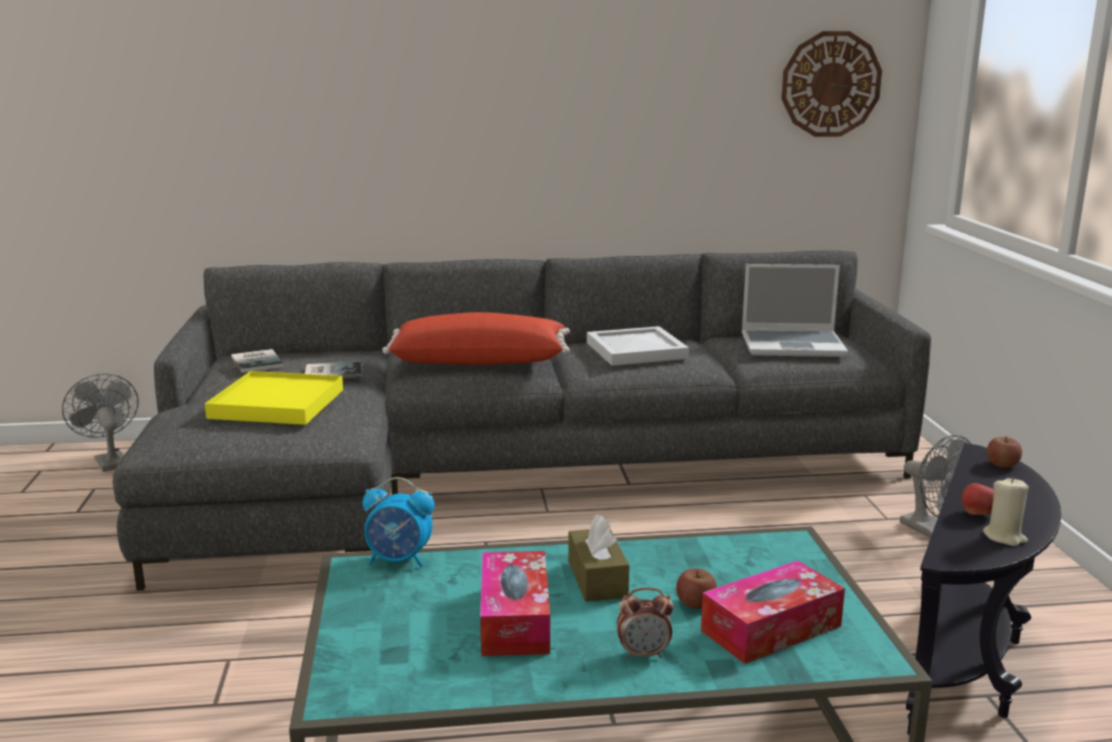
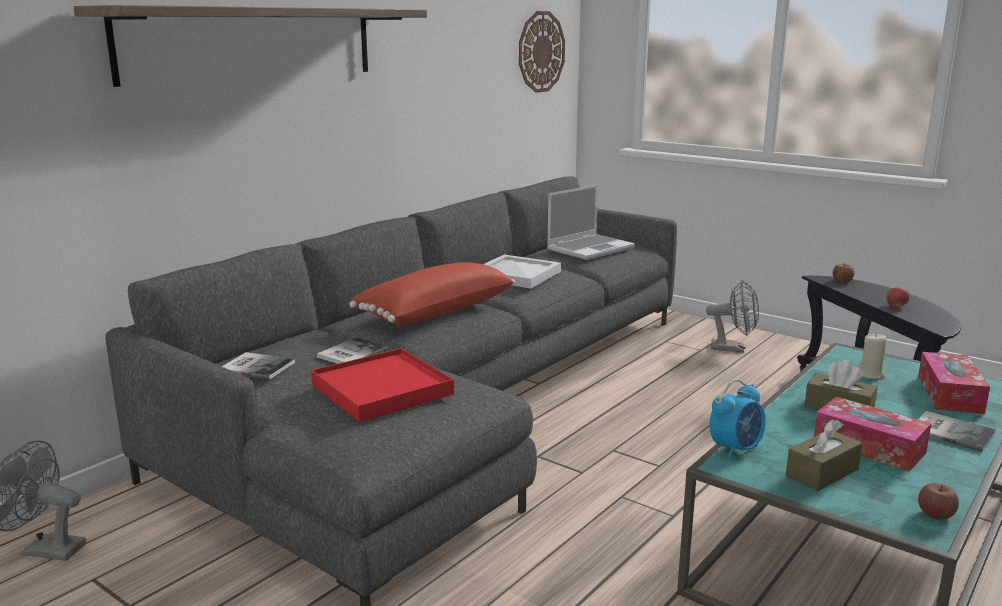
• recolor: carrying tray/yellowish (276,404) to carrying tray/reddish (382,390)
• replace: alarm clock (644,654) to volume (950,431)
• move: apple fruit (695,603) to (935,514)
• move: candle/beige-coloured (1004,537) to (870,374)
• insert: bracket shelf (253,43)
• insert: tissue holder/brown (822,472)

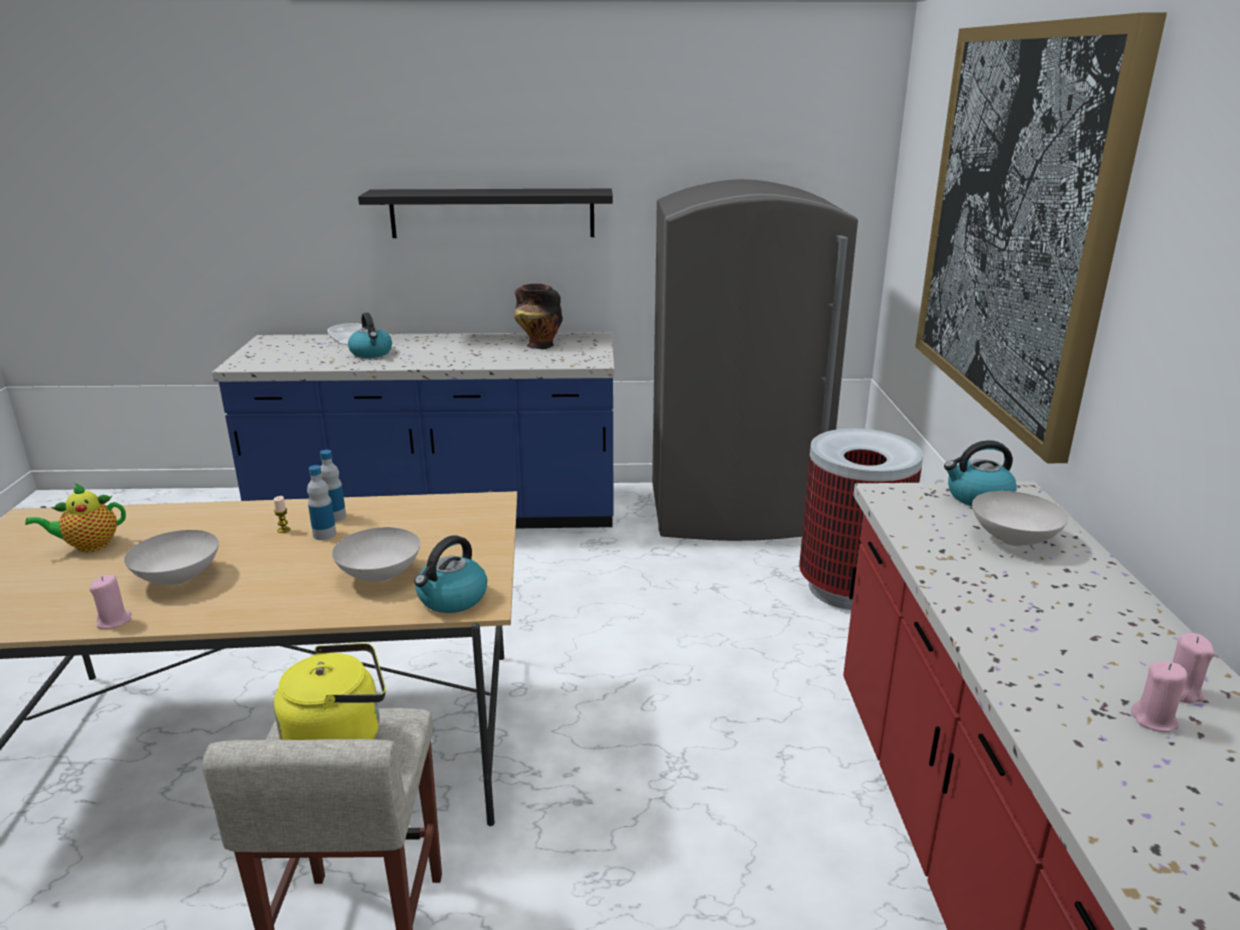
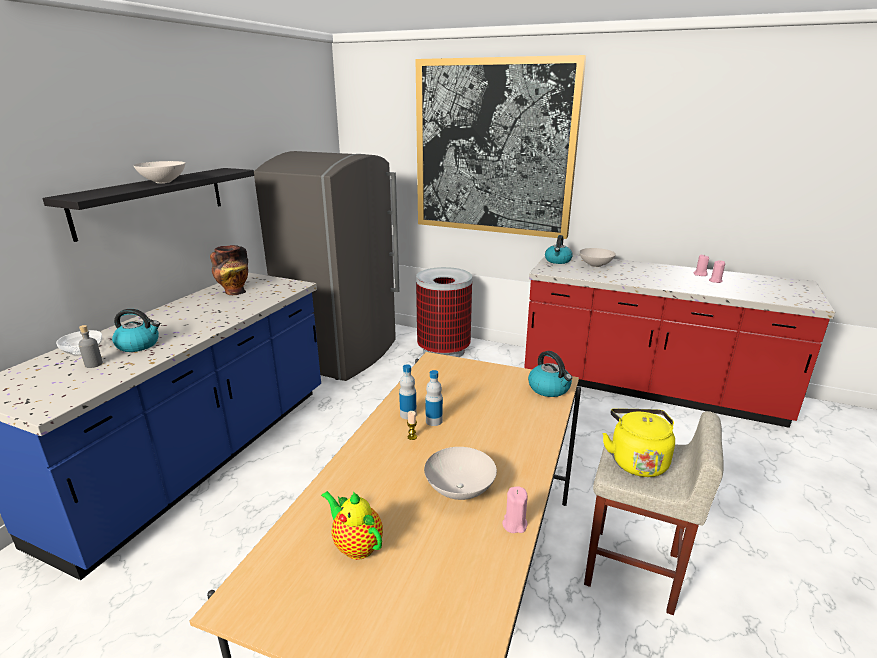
• rotate: tea pot (89,546) = (356,545) 135 degrees clockwise
• move: bowl/white-coloured (381,575) to (163,182)
• insert: bottle/gray (94,364)

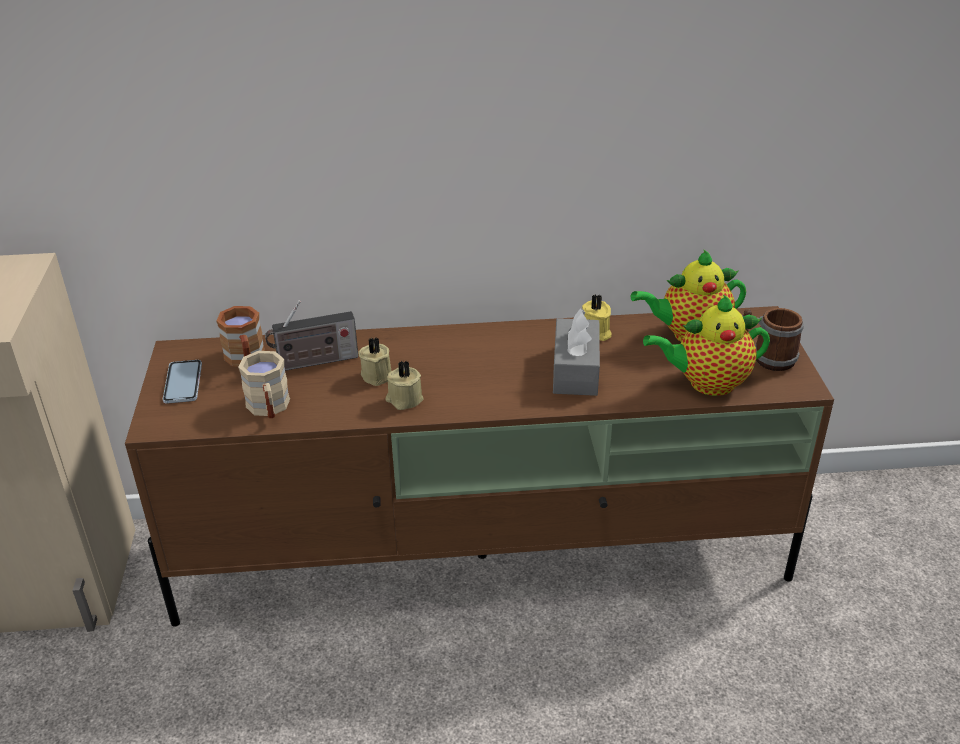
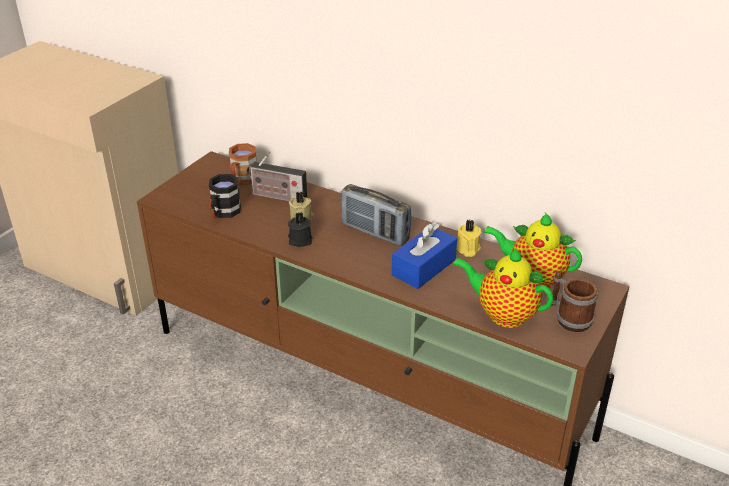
• delete: telephone (183,382)
• recolor: tea mug/beige-coloured (269,409) to tea mug/blackish (223,213)
• recolor: candle/beige-coloured (404,399) to candle/blackish (300,240)
• recolor: tissue holder/gray (575,370) to tissue holder/blue (424,267)
• insert: radio (375,232)

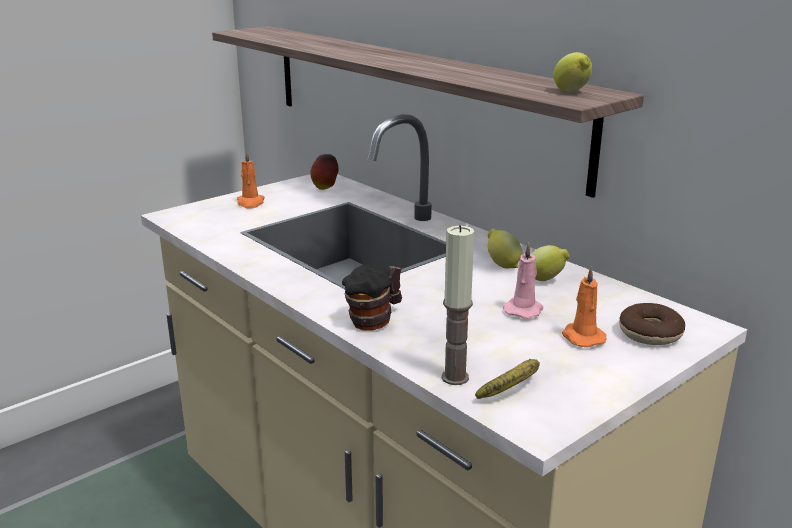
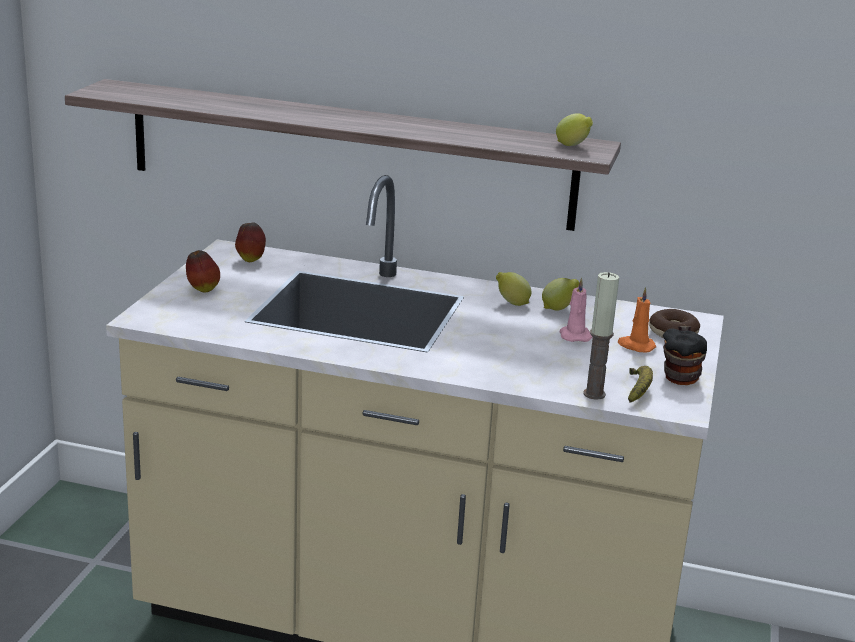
• replace: candle/orangey (250,203) to apple fruit (202,290)
• move: tea mug (375,320) to (680,375)

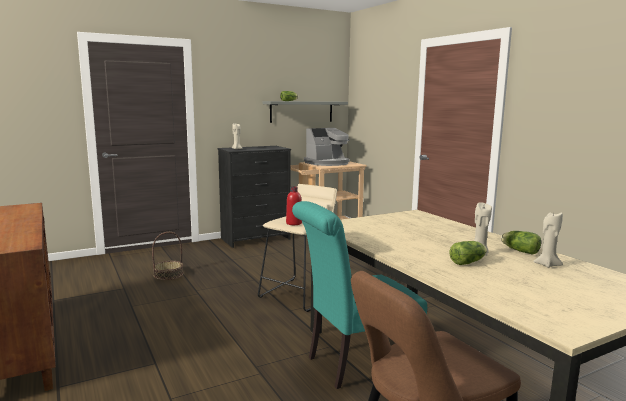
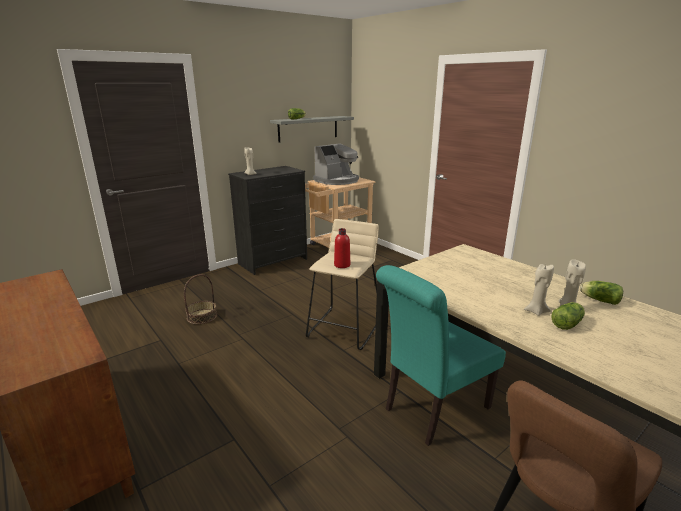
• move: candle/beige-coloured (547,265) to (536,311)

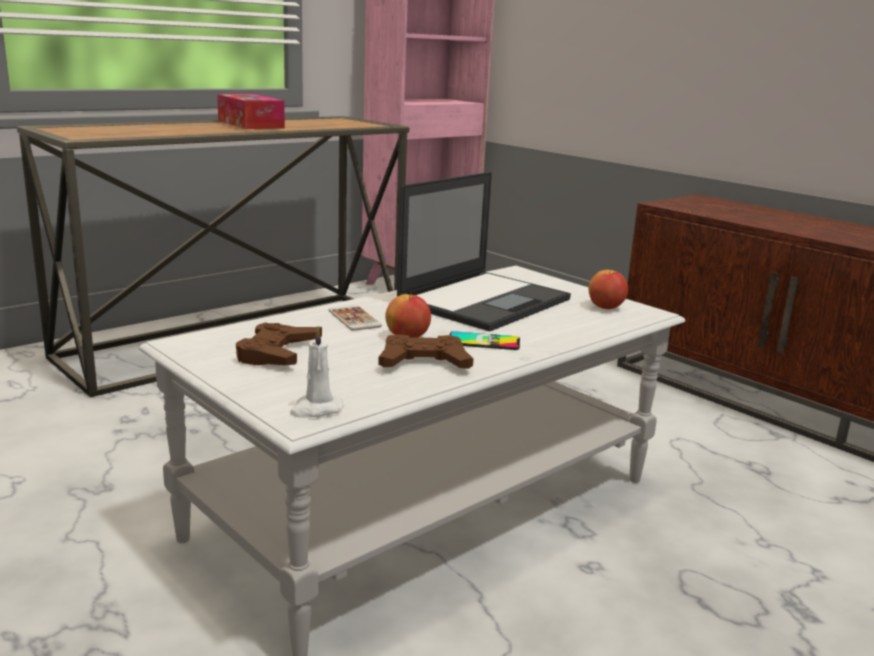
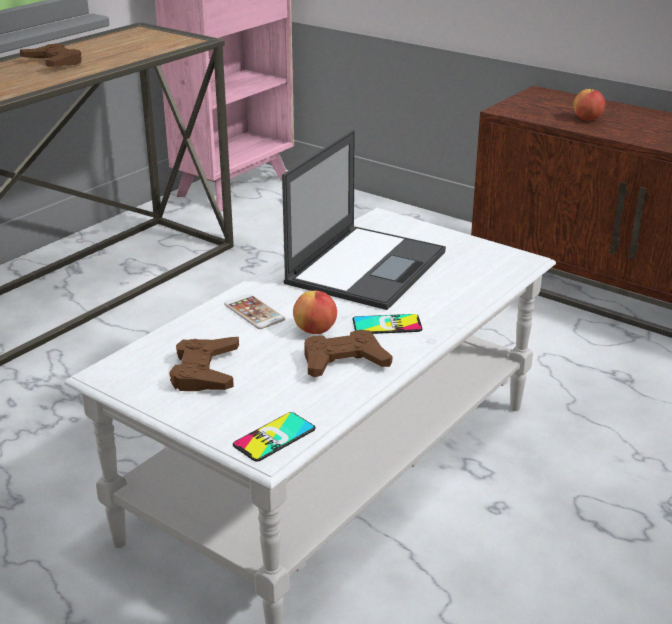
• replace: tissue holder (250,124) to joypad/brown (54,62)
• replace: candle/white-coloured (315,409) to telephone (274,437)
• move: apple fruit (605,307) to (587,119)

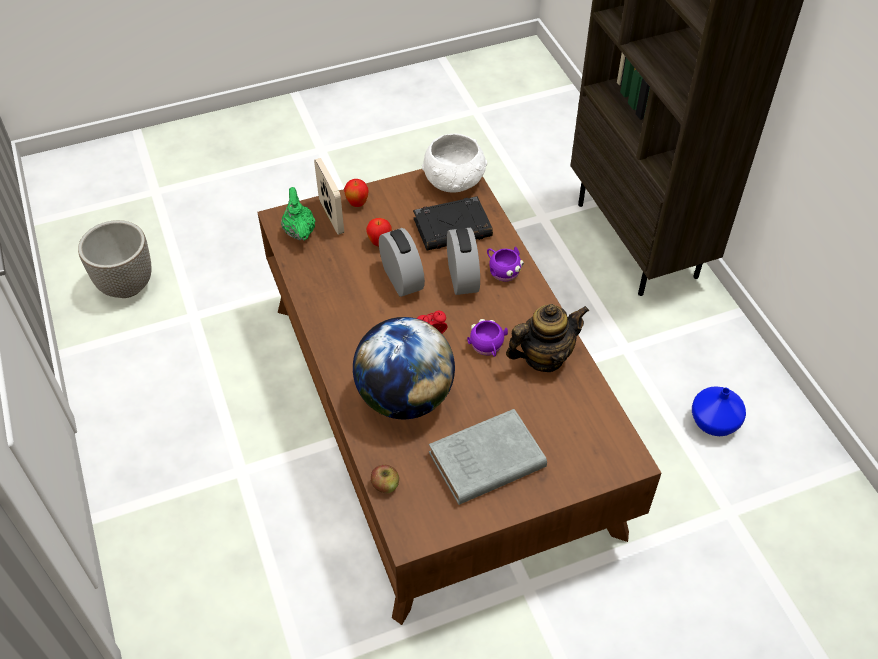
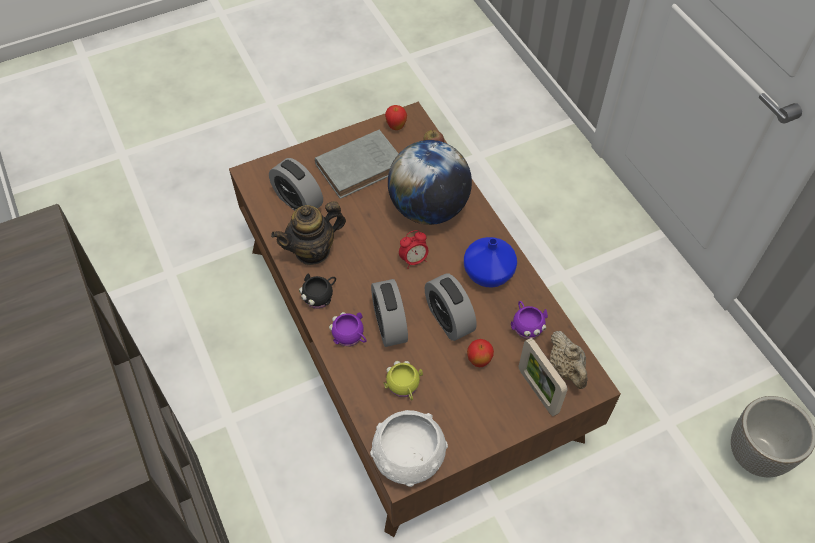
• recolor: tea pot/green-coloured (299,231) to tea pot/beige-coloured (566,369)
• move: apple fruit (357,204) to (396,127)
• replace: volume/blackish (453,228) to tea mug/yellowish (404,387)
• move: tea mug/purple-coloured (487,347) to (526,325)
• move: decorative vase/blue (714,421) to (488,274)
• insert: alarm clock (298,202)
• insert: tea mug/blackish (320,296)

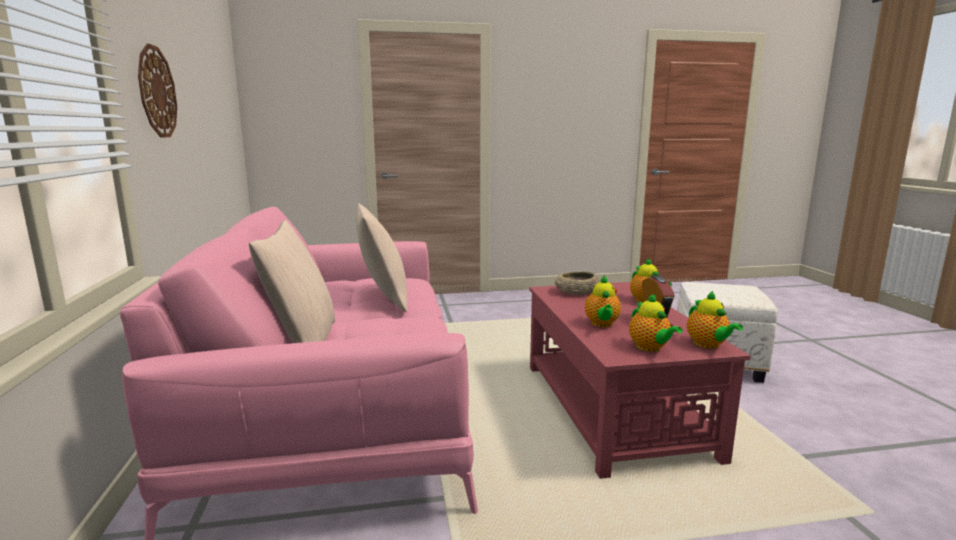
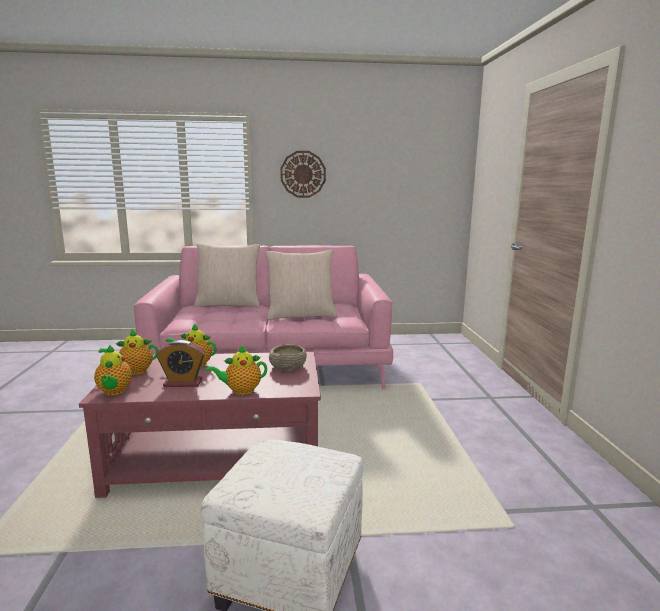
• rotate: tea pot (708,345) = (114,392) 90 degrees counterclockwise

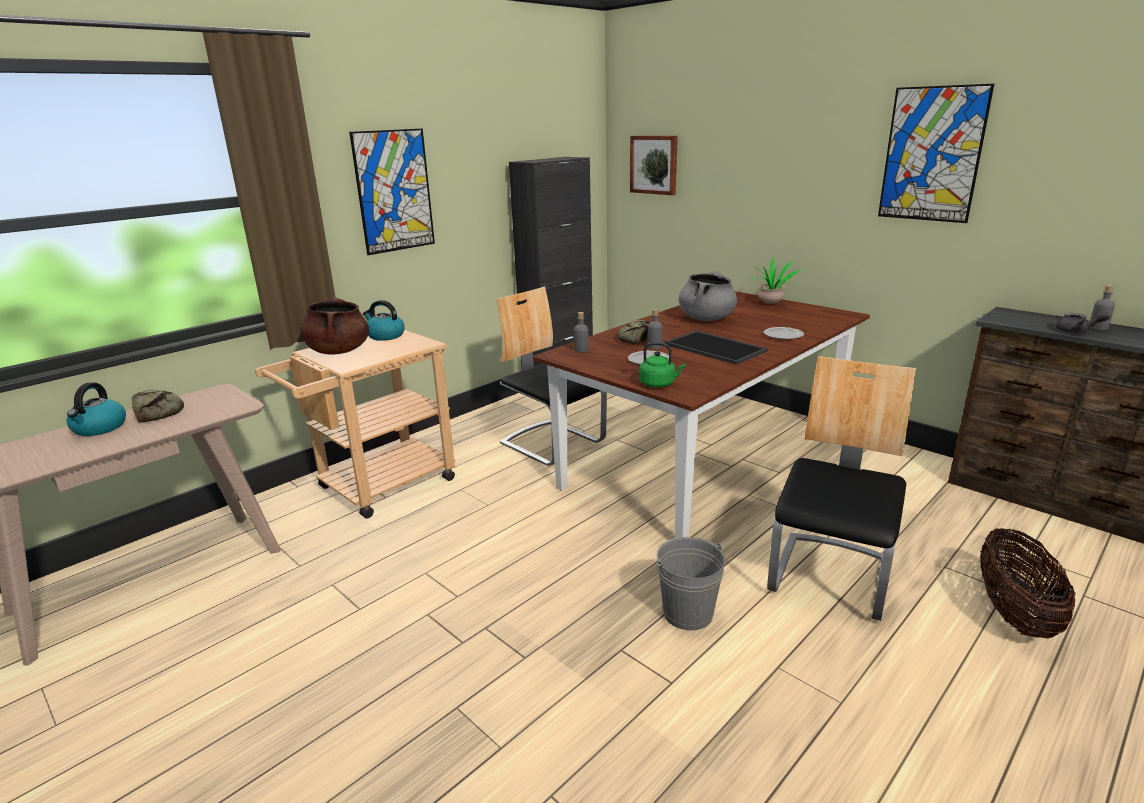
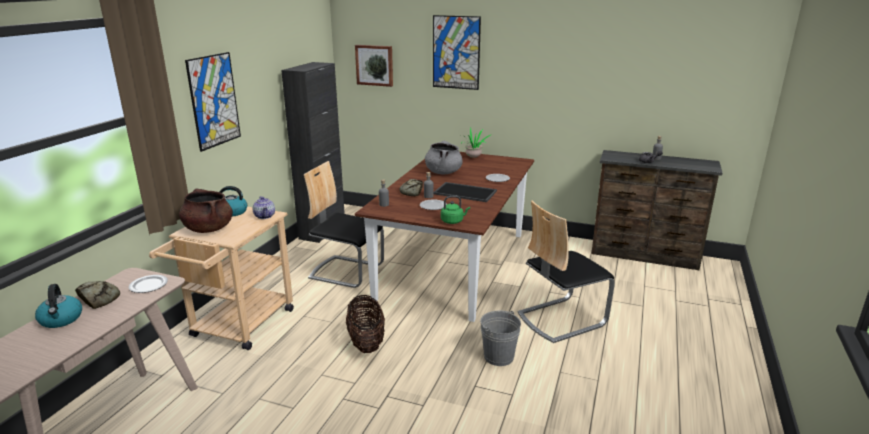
• rotate: upright chair (831,576) = (560,318) 120 degrees counterclockwise
• move: picture (932,154) to (456,52)
• move: storage basket (1014,613) to (366,342)
• insert: dinner plate (149,285)
• insert: tea pot (265,216)

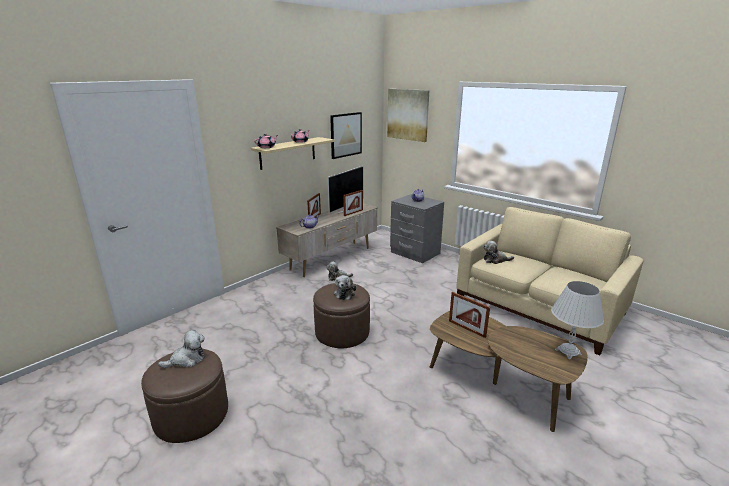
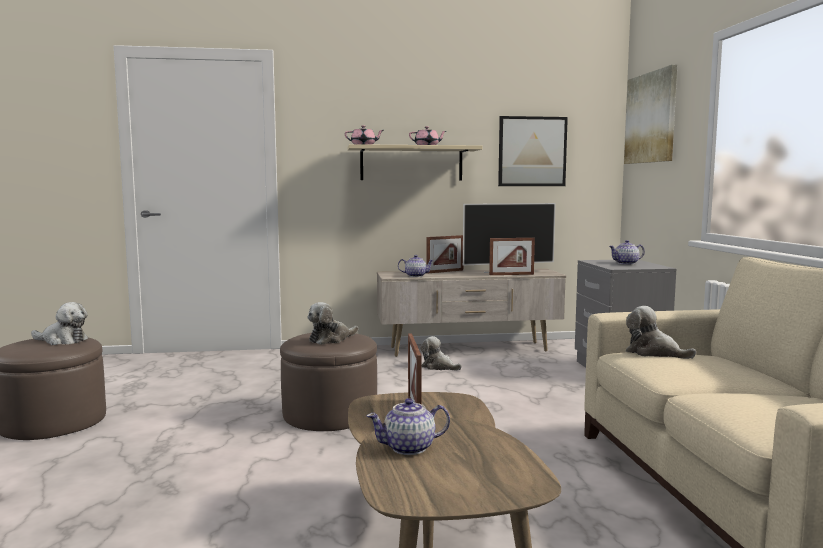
• delete: tabletop lamp/white-coloured (568,352)
• insert: tea pot (409,448)

